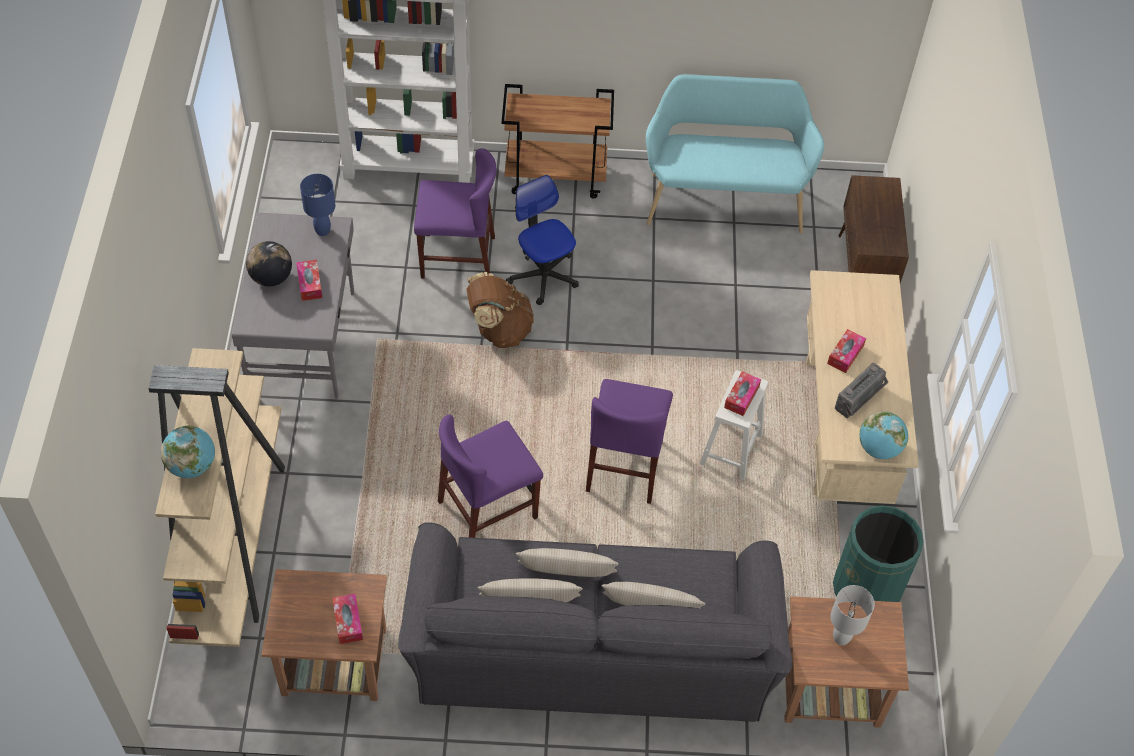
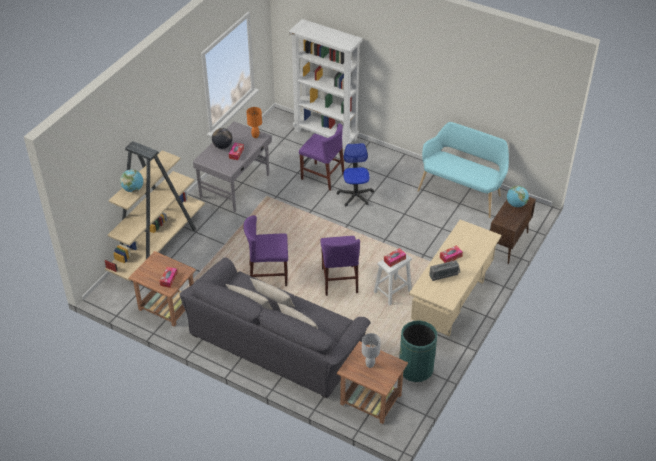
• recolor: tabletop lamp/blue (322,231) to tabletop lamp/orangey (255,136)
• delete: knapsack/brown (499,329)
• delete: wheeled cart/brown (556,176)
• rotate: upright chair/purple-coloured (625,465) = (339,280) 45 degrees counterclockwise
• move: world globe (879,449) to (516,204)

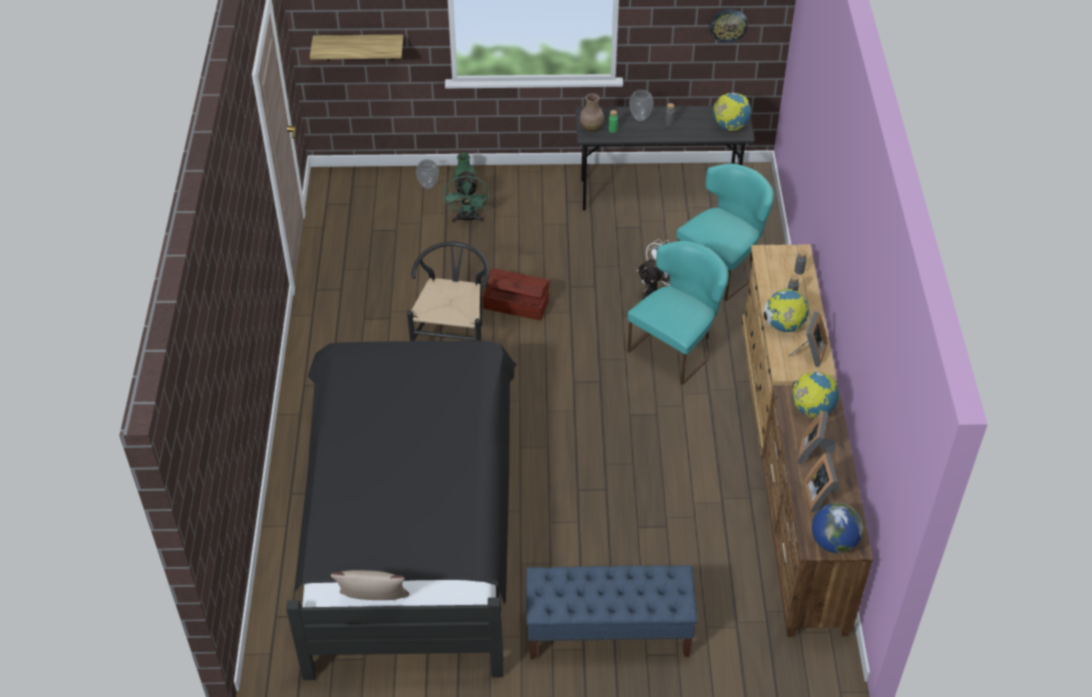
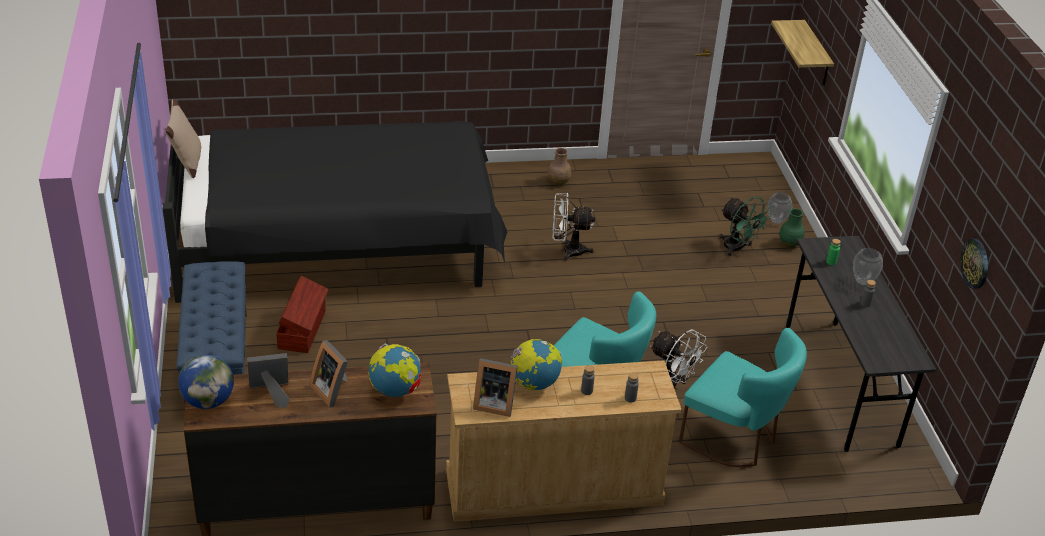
• replace: upright chair/blackish (453,338) to electric fan/white-coloured (567,250)
• rotate: electric fan/green-coloured (467,219) = (737,248) 120 degrees counterclockwise
• move: storage box/brown (515,304) to (303,329)
• move: decorative vase/brown (591,127) to (559,182)
• delete: world globe (730,126)
• rotate: photo frame (813,452) = (332,390) 135 degrees counterclockwise

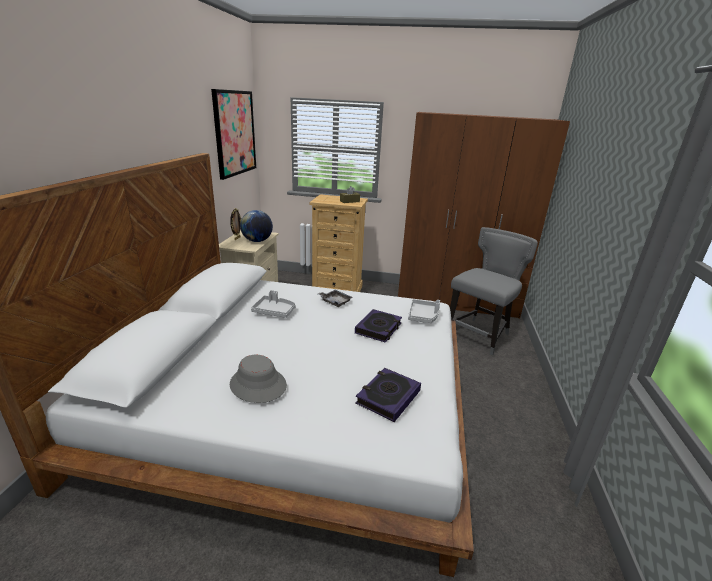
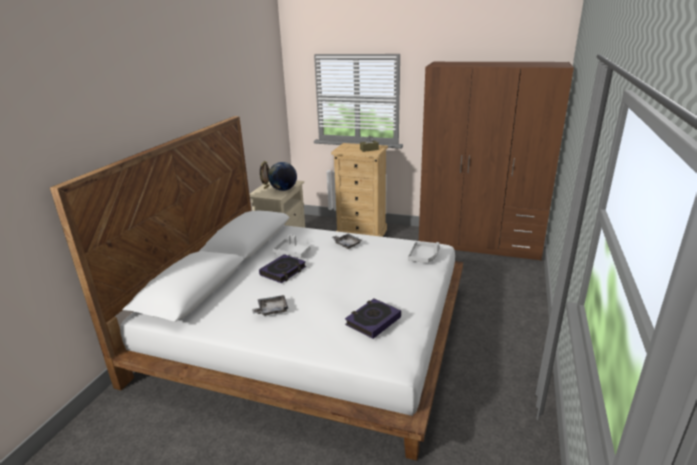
• delete: picture (235,133)
• replace: hat/gray (257,385) to carrying tray/gray (271,310)
• move: volume (378,328) to (283,271)
• delete: upright chair/gray (480,335)

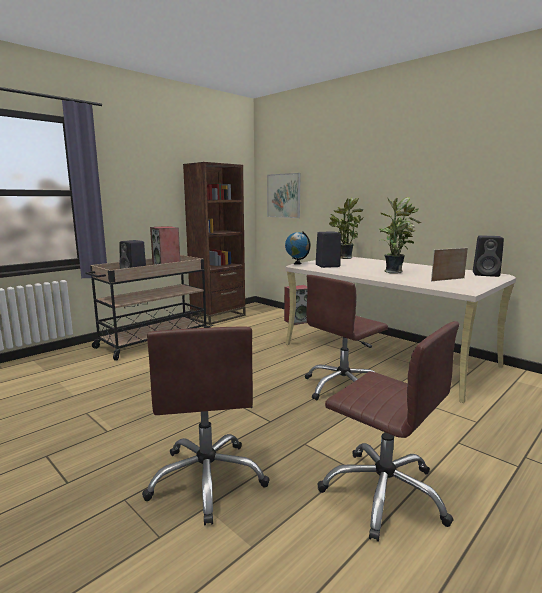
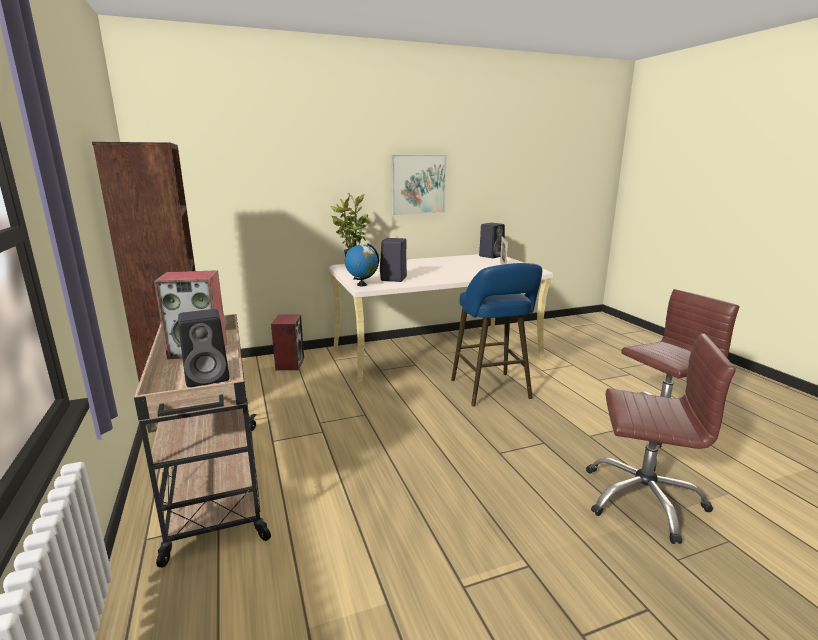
• move: picture (284,195) to (418,184)
• replace: computer chair/brown (343,387) to sitting stool/blue (492,391)
• delete: potted plant (394,272)

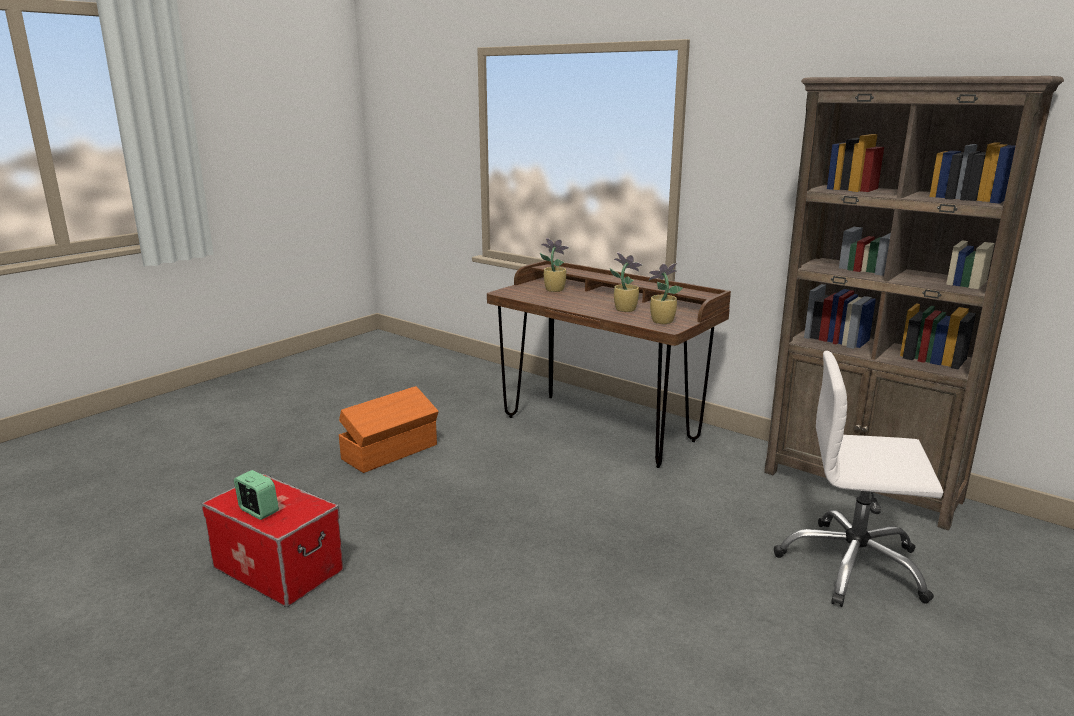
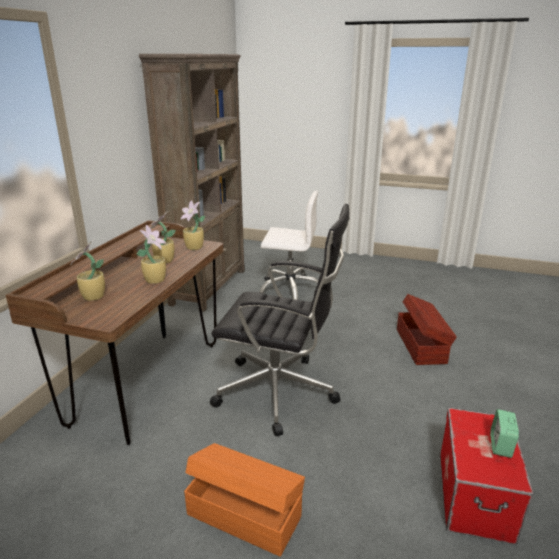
• rotate: computer chair/white-coloured (852,566) = (290,290) 75 degrees counterclockwise
• insert: potted plant (156,280)
• insert: computer chair/blackish (280,392)
• insert: storage box/brown (421,345)

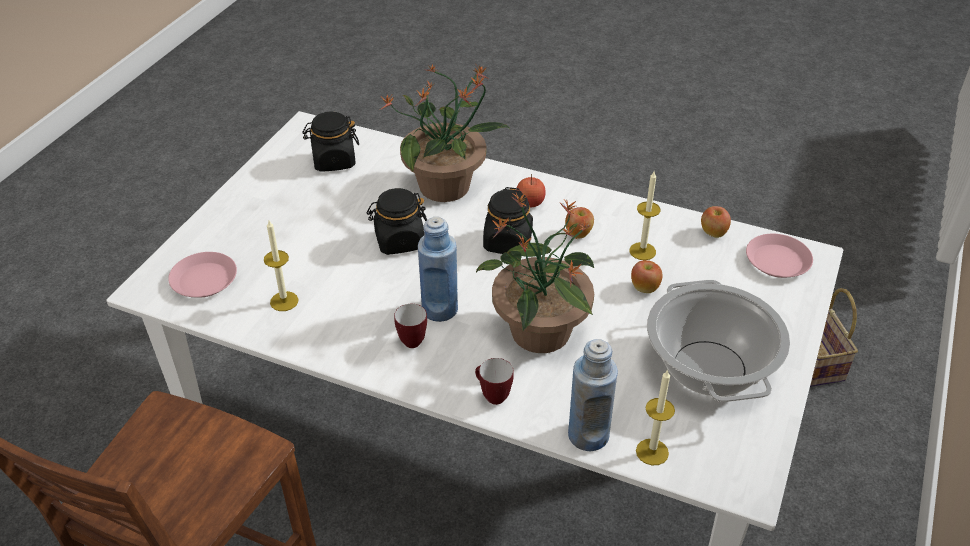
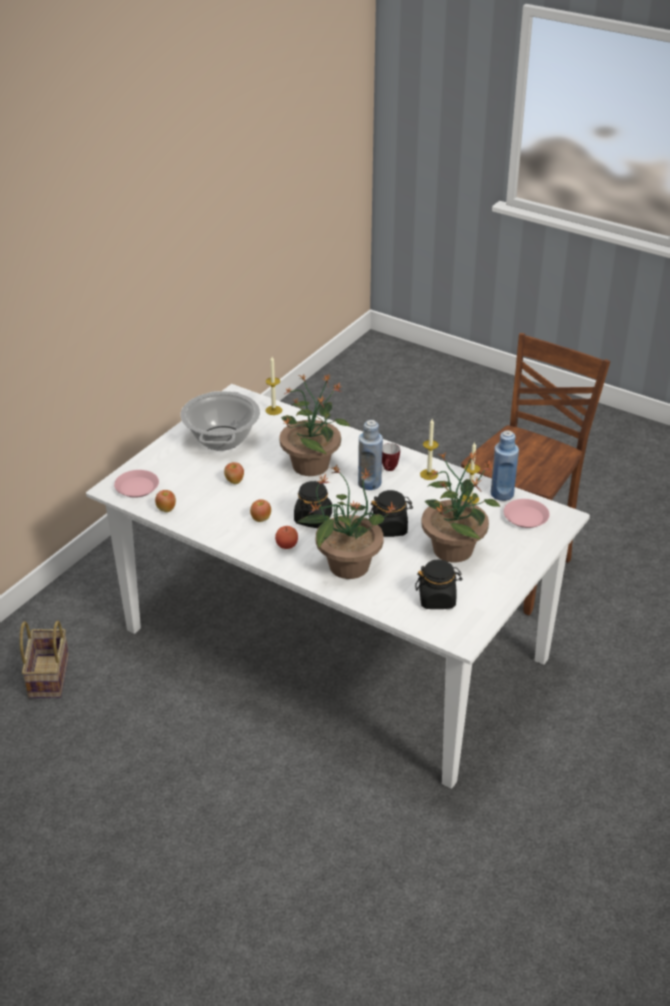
• delete: tea mug (491,396)
• move: bottle/blue (588,435) to (502,494)
• move: candle (642,251) to (429,474)
• insert: potted plant (453,549)

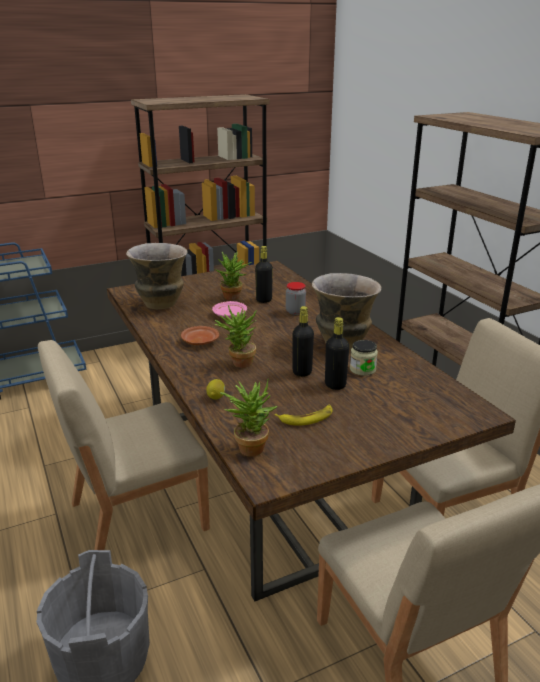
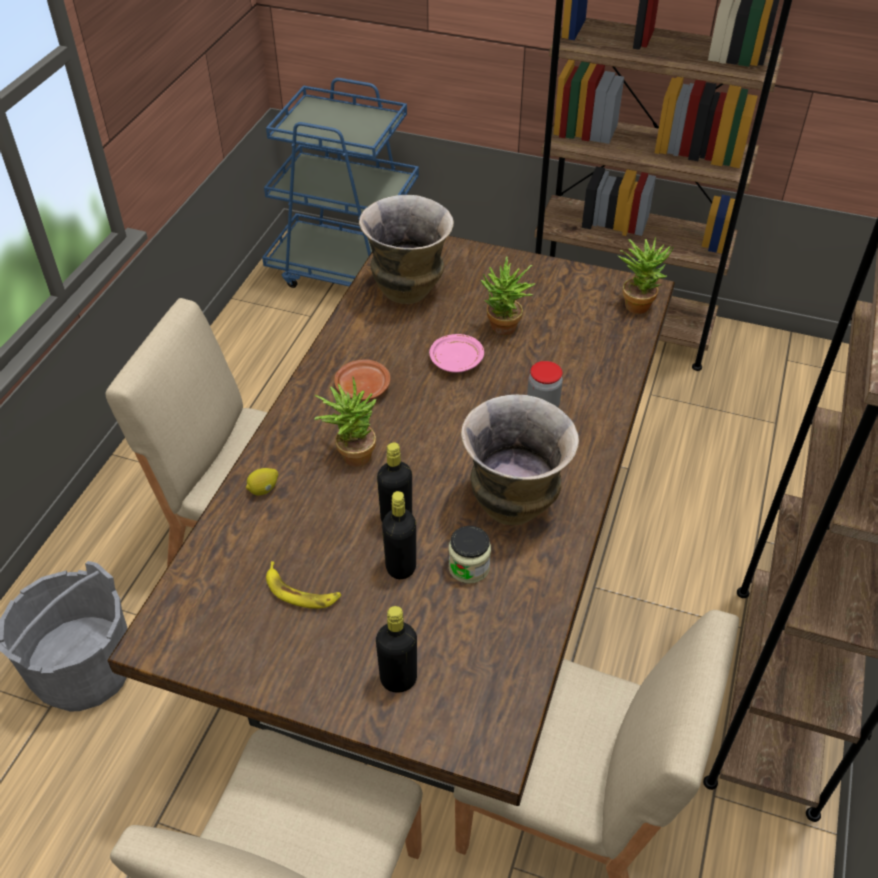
• move: potted plant (249,446) to (638,303)
• move: bottle/blackish (264,300) to (398,679)

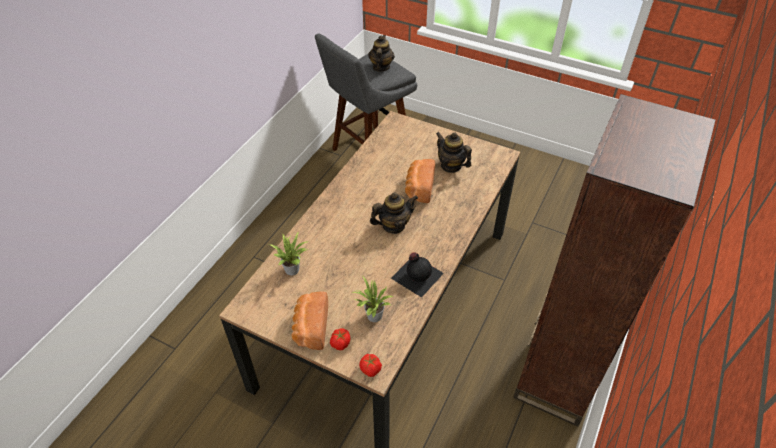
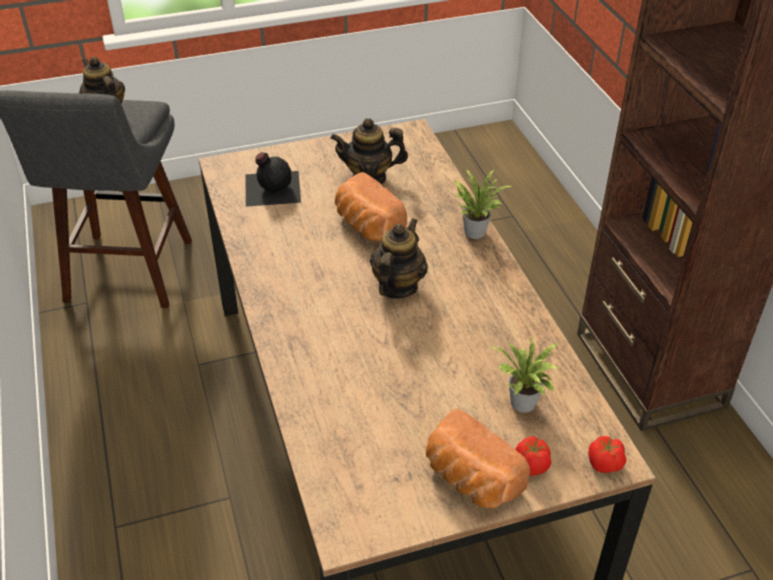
• move: potted plant (293,268) to (474,230)
• move: bottle/blackish (417,274) to (271,187)

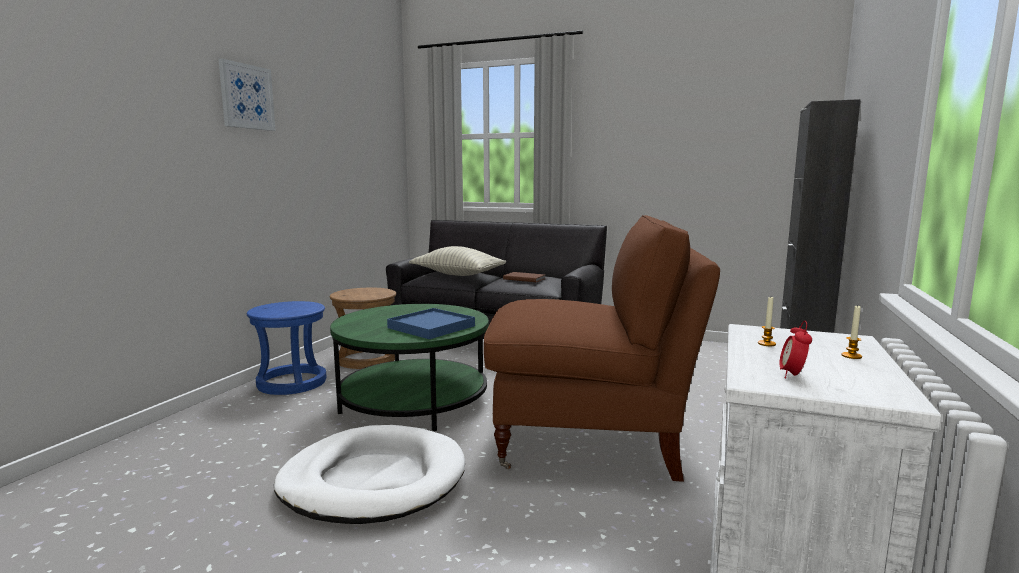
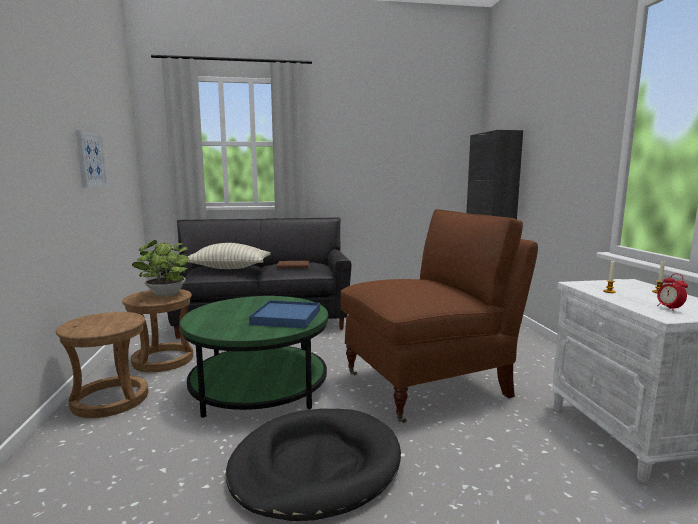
• move: picture (246,96) to (90,159)
• recolor: sitting stool/blue (292,382) to sitting stool/brown (110,399)
• recolor: dog bed/white-coloured (373,480) to dog bed/blackish (315,466)
• insert: potted plant (165,295)

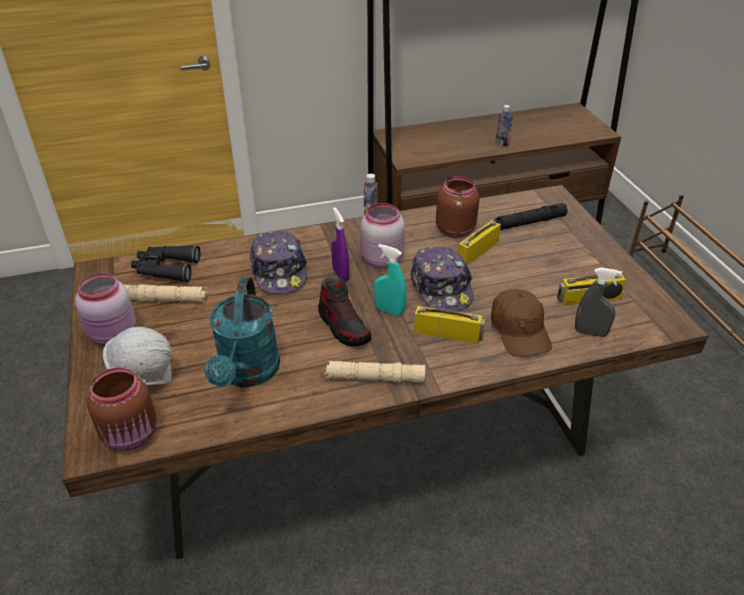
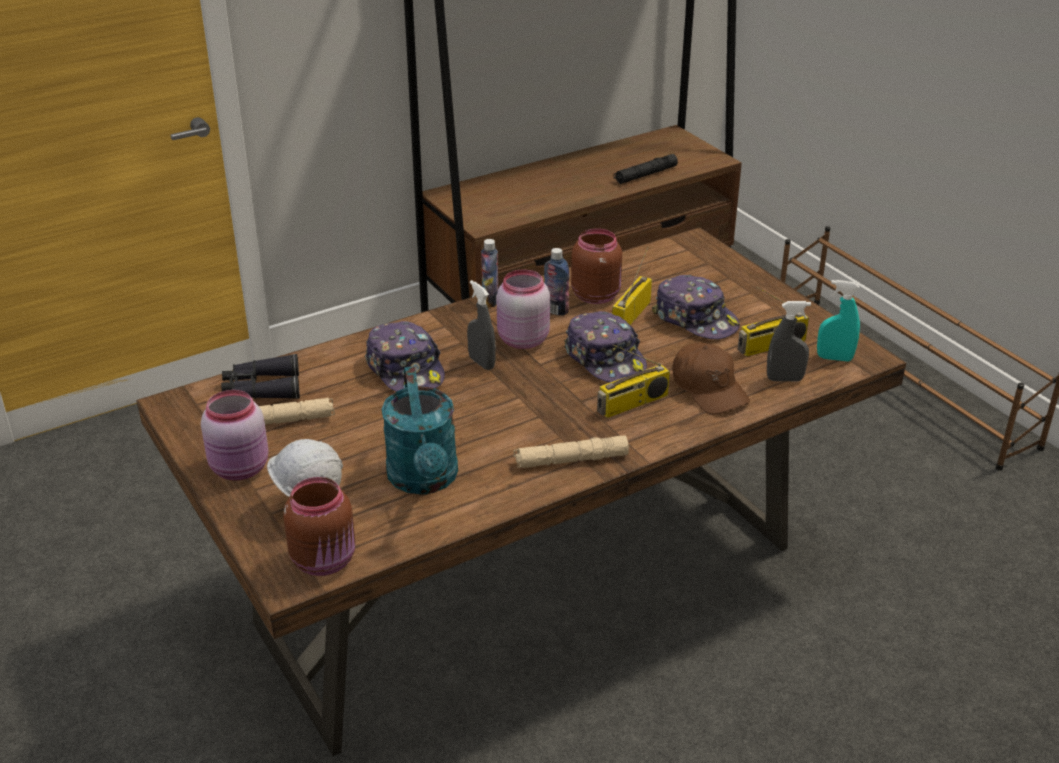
• delete: item of footwear (344,326)
• recolor: spray bottle/purple-coloured (340,274) to spray bottle/gray (481,363)
• move: spray bottle/turquoise-coloured (389,310) to (834,358)
• rotate: radio (448,333) = (632,404) 150 degrees clockwise
• move: torch/blackish (530,222) to (645,175)
• move: bottle (502,143) to (556,310)
• insert: baseball cap (695,319)

